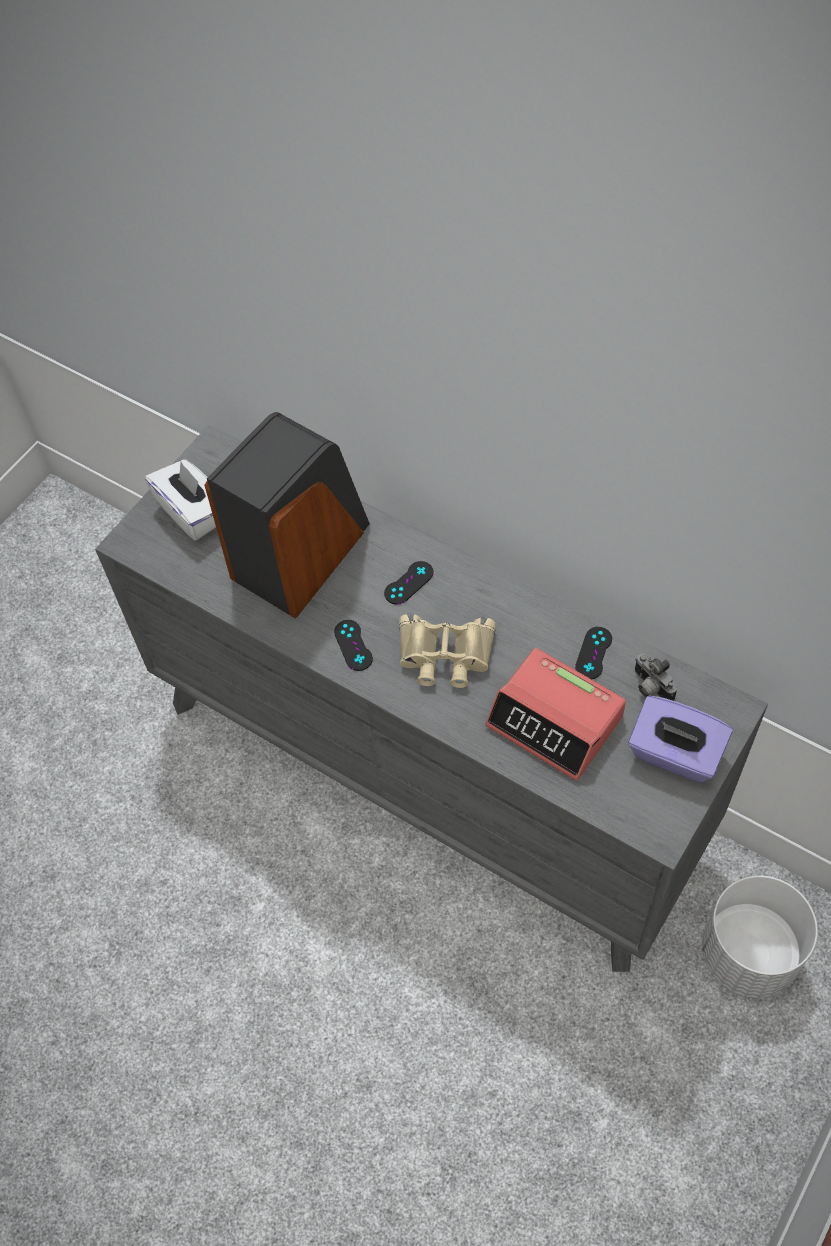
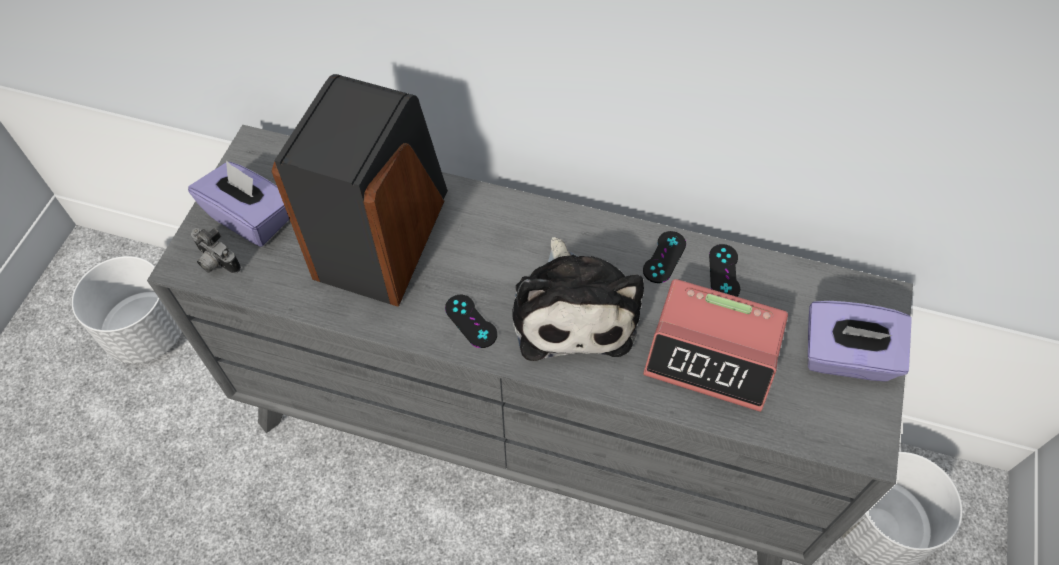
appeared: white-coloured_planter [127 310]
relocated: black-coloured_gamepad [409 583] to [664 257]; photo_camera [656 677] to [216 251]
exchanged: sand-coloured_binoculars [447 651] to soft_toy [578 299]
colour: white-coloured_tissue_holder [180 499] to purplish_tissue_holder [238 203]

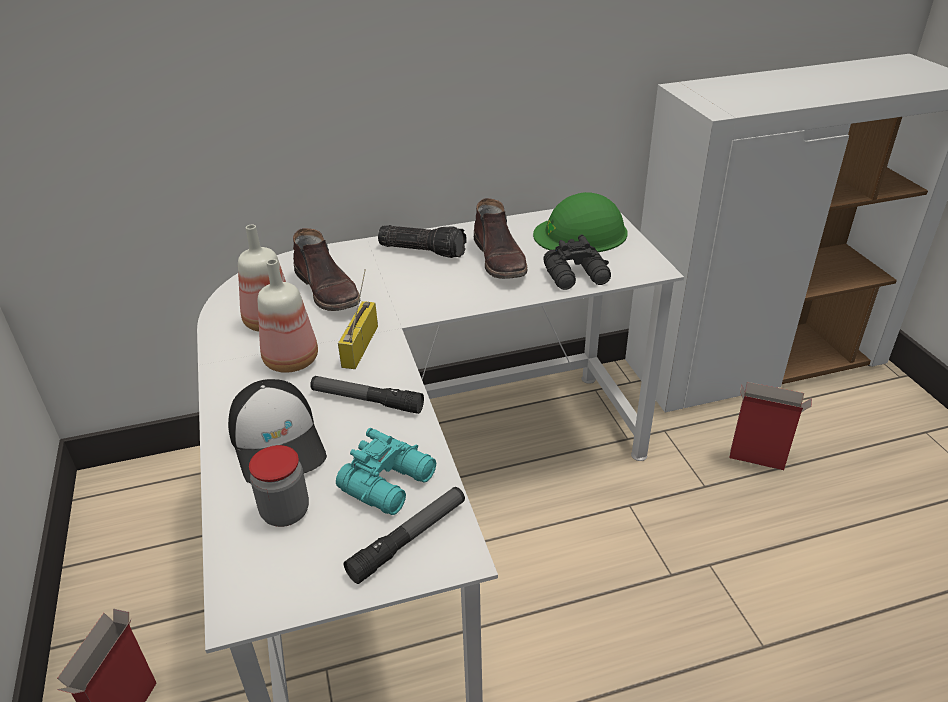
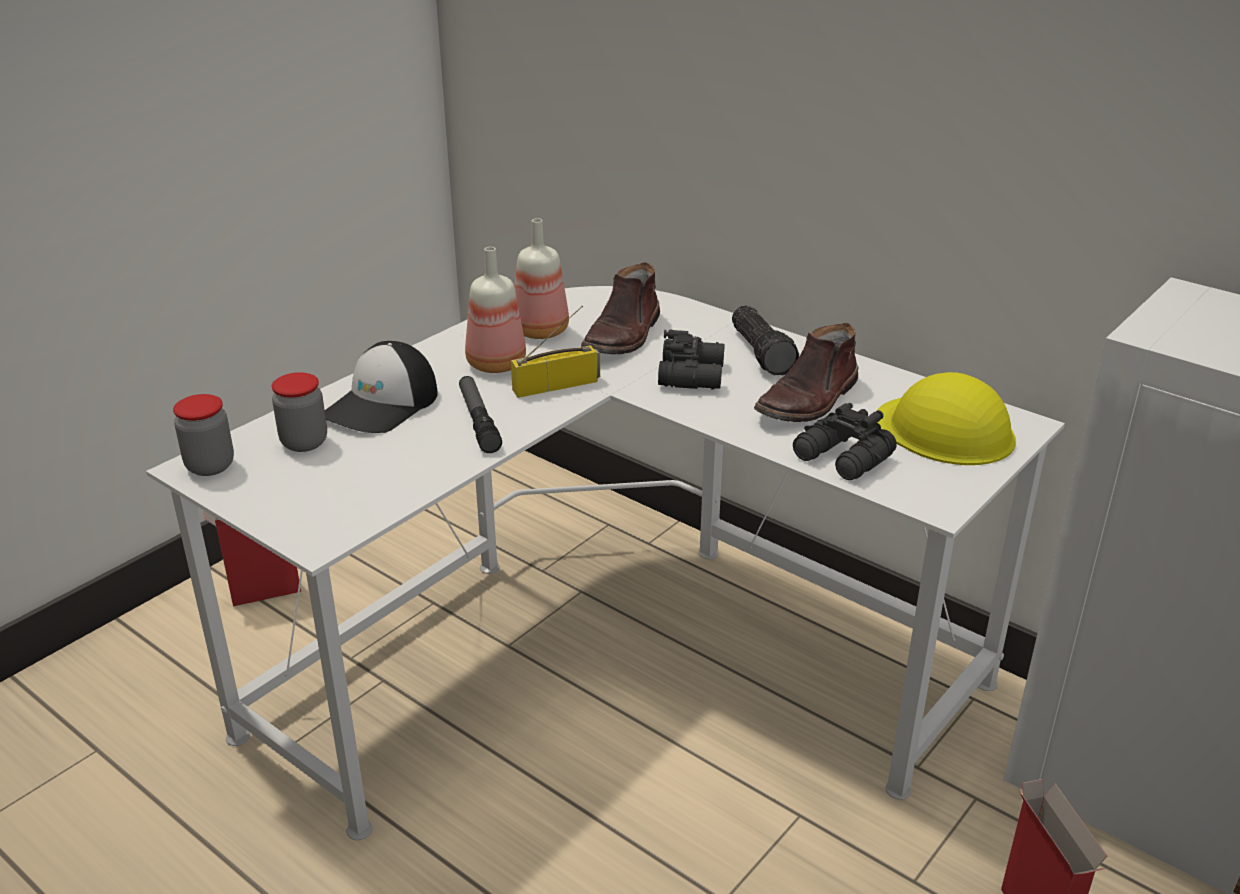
missing: turquoise-coloured_binoculars [386 471]; hand_torch [404 535]
appeared: black-coloured_binoculars [691 359]; storage_jar [203 435]
colour: greenish_hard_hat [580 222] to yellowish_hard_hat [946 418]

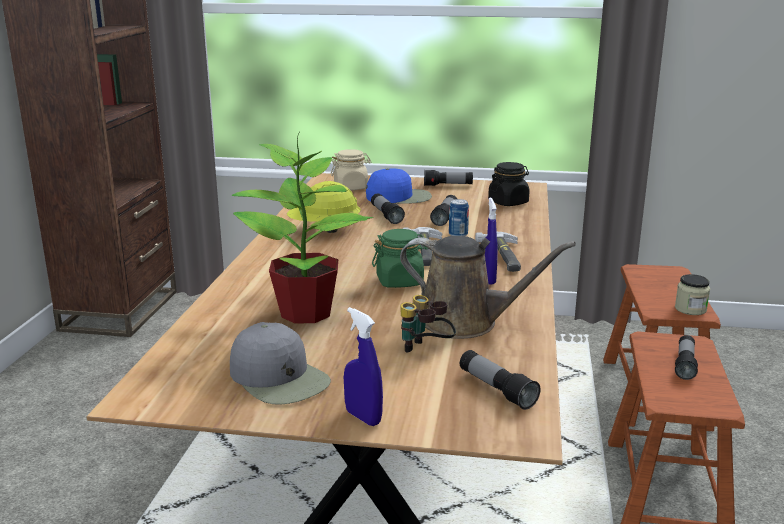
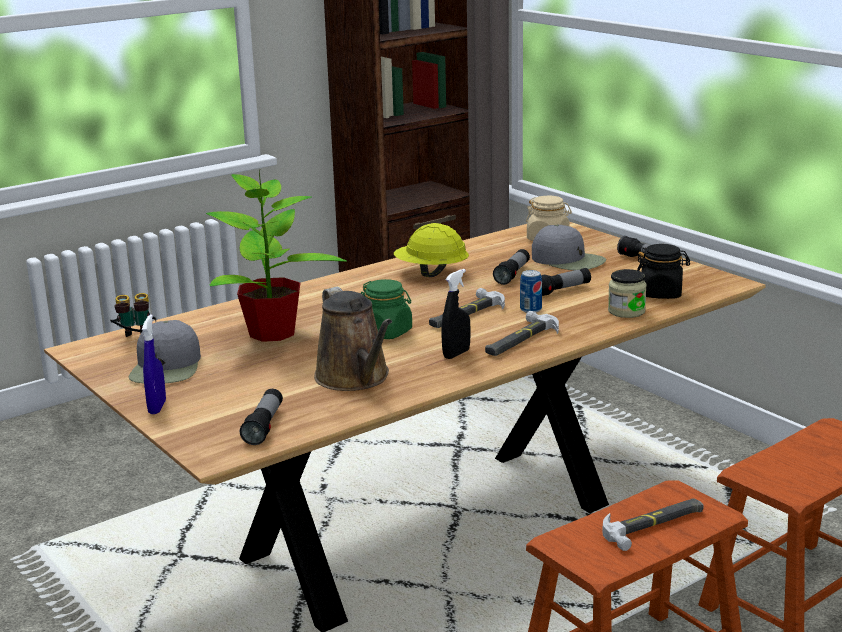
relocated: storage_jar [692 294] to [627 293]; binoculars [428 324] to [133 315]
exchanged: hand_torch [686 357] to hammer [653 524]
colour: blue-coloured_baseball_cap [399 186] to gray_baseball_cap [569 247]; blue-coloured_spray_bottle [491 241] to black-coloured_spray_bottle [456 314]

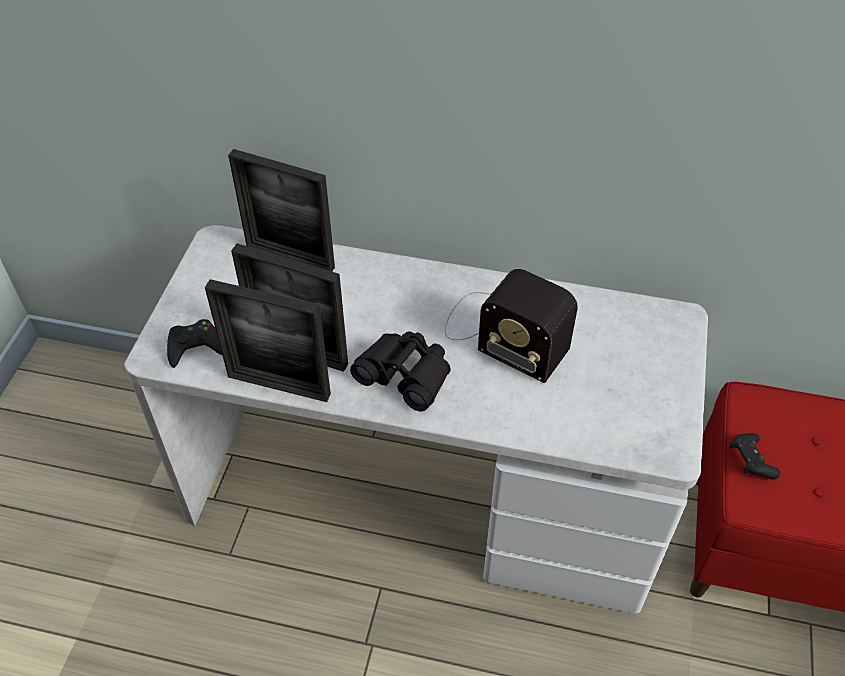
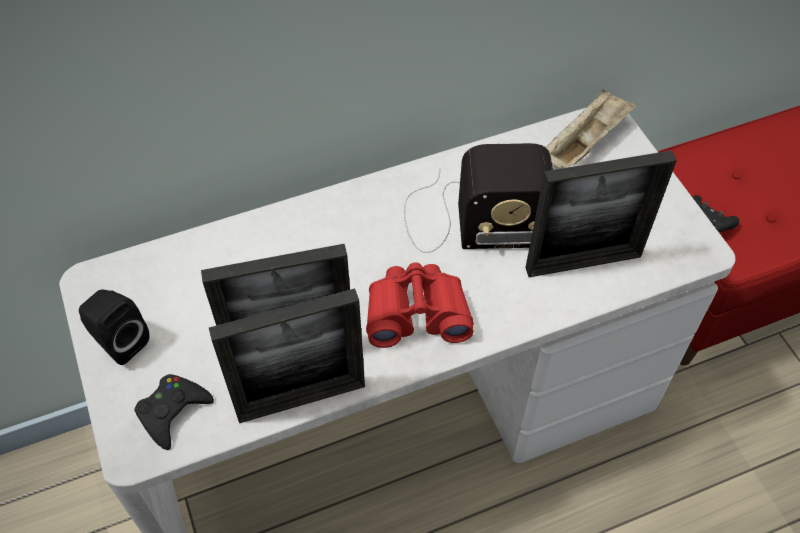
appeared: sand-coloured_carrying_tray [591 129]; black-coloured_loudspeaker [114 327]
relocated: photo_frame [281 210] to [601 213]
colour: black-coloured_binoculars [400 371] to reddish_binoculars [420 305]

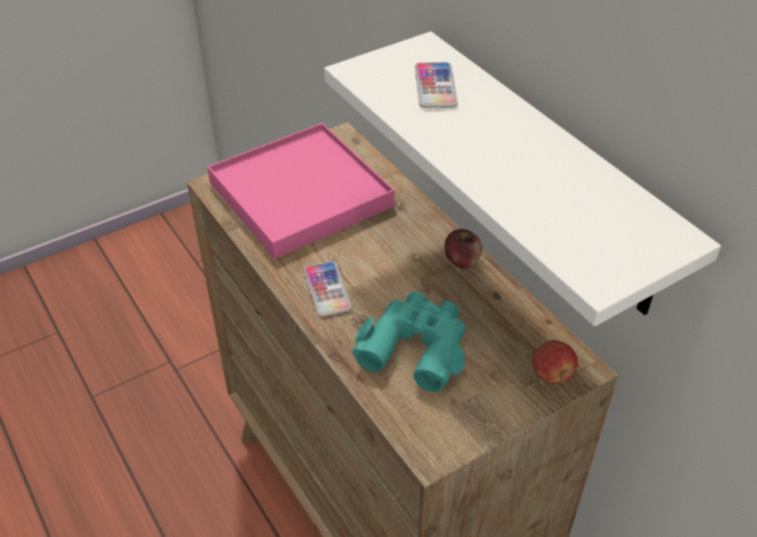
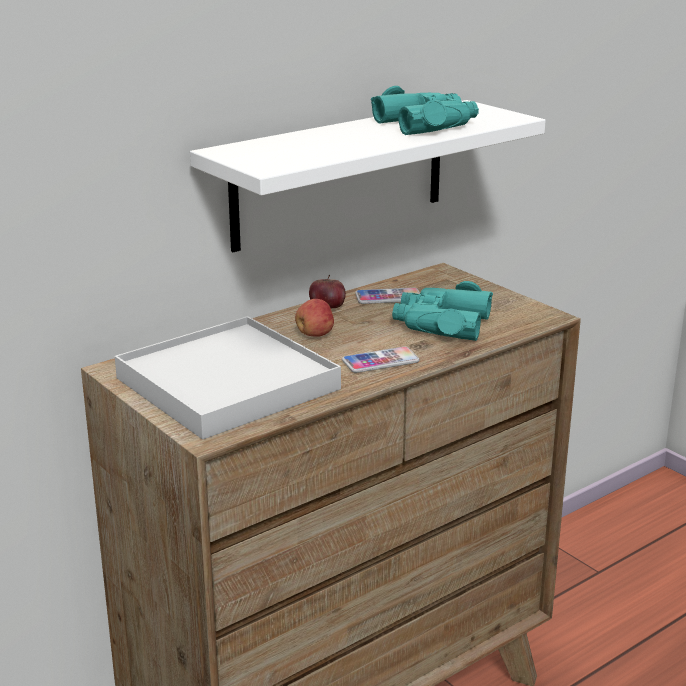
appeared: turquoise-coloured_binoculars [425 110]
relocated: telephone [436 85] to [387 296]; apple_fruit [555 362] to [314 318]
colour: pink-coloured_carrying_tray [301 191] to white-coloured_carrying_tray [228 378]

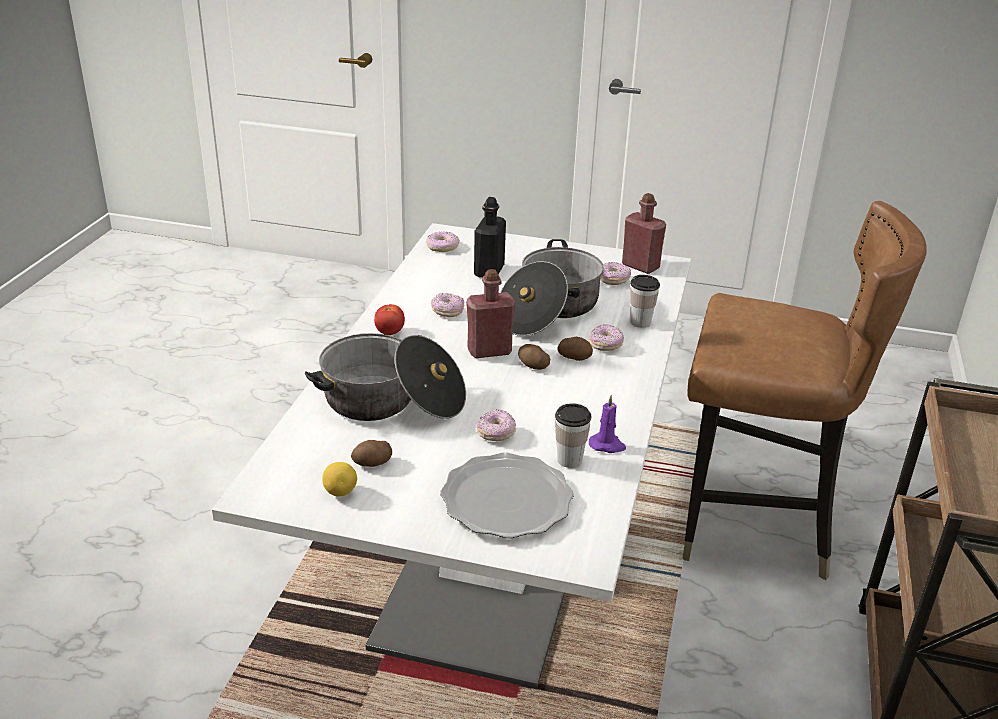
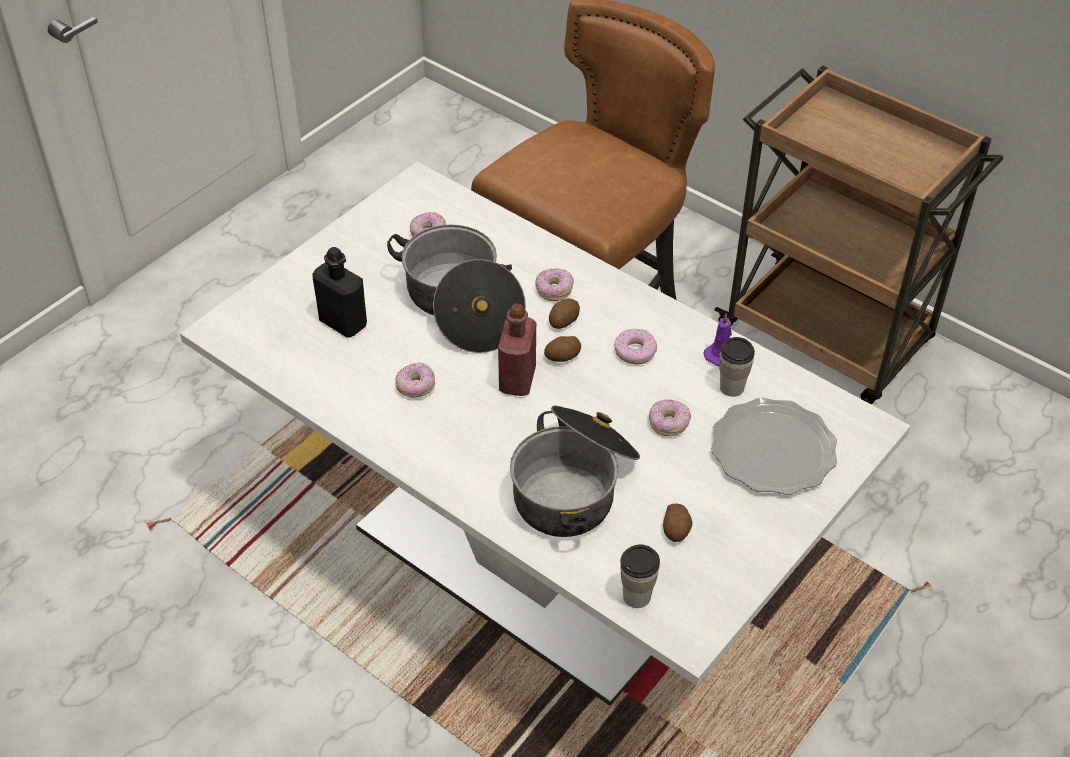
missing: reddish_beverage_bottle [644 233]; whole_tomato [389 319]; lemon [339 479]
relocated: ring_doughnut [443 242] to [635 347]; drinking_cup [645 301] to [640 576]

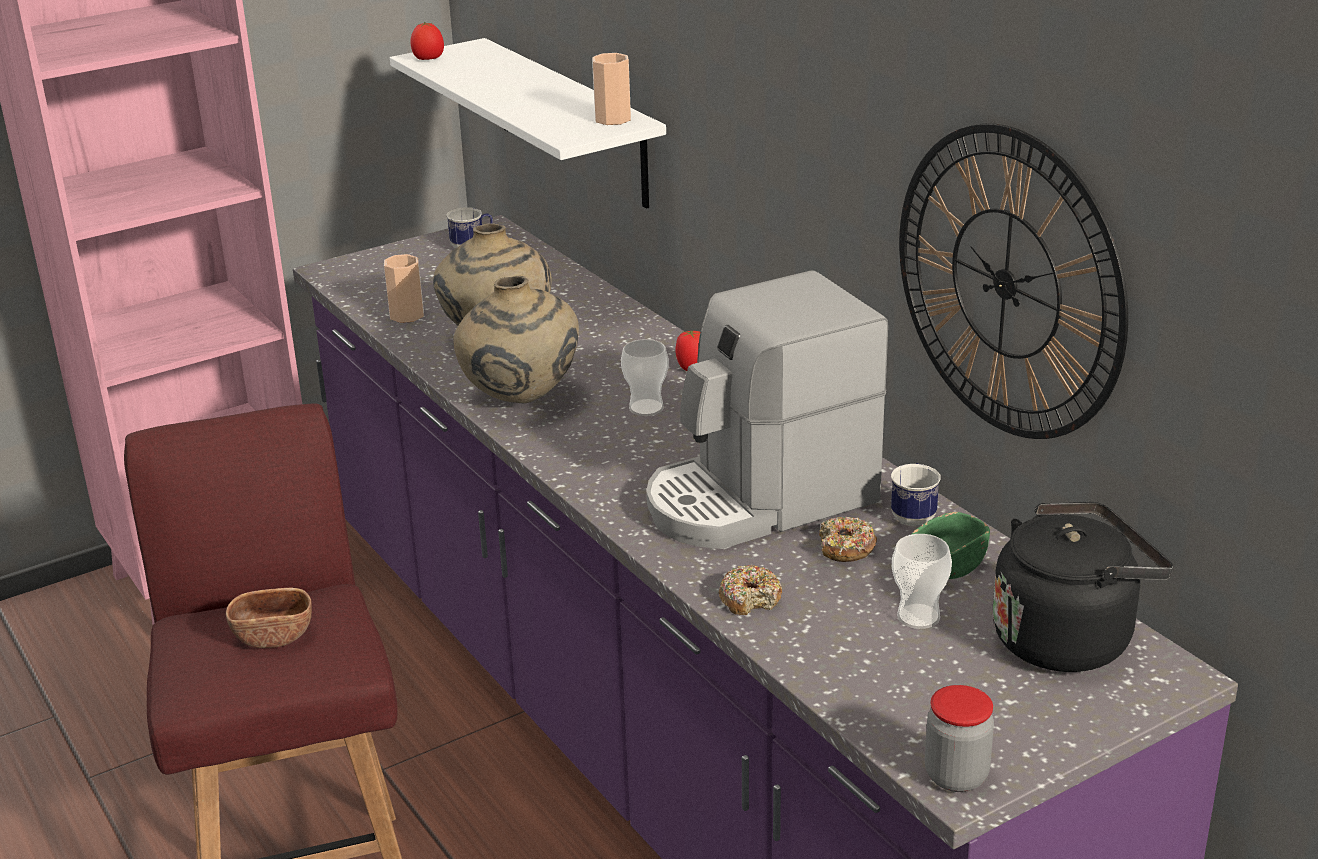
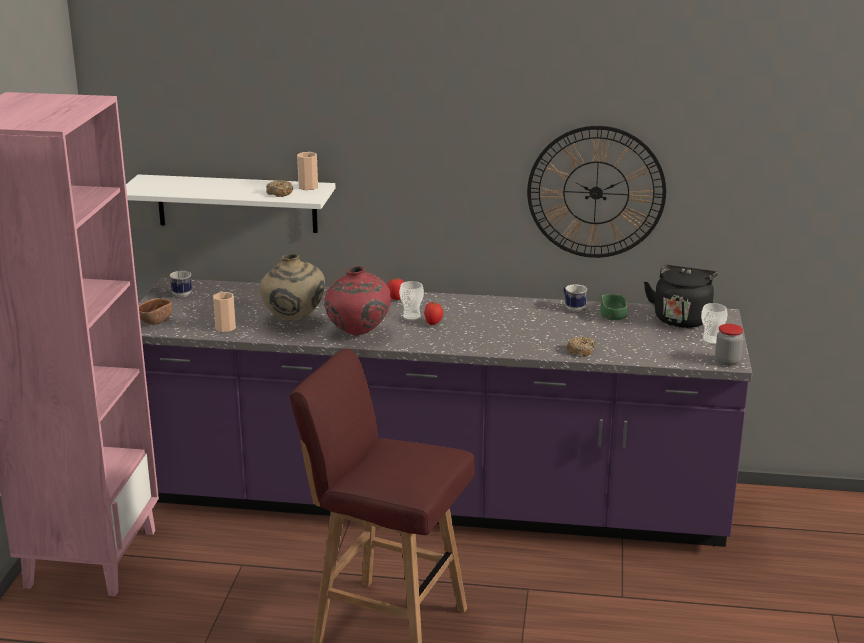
missing: coffee_machine [767 410]
relocated: whole_tomato [427 41] to [434 313]; ring_doughnut [848 539] to [279 188]; drinking_cup [922 581] to [714 323]; brown-coloured_bowl [269 617] to [155 311]
colour: sand-coloured_decorative_vase [516 340] to reddish_decorative_vase [357 301]

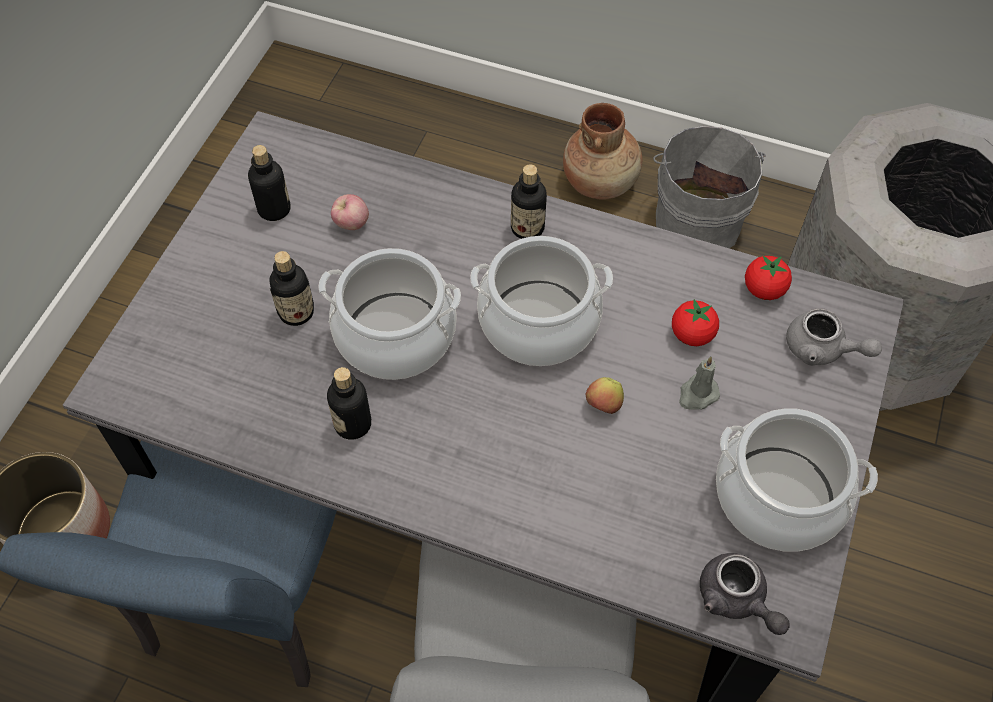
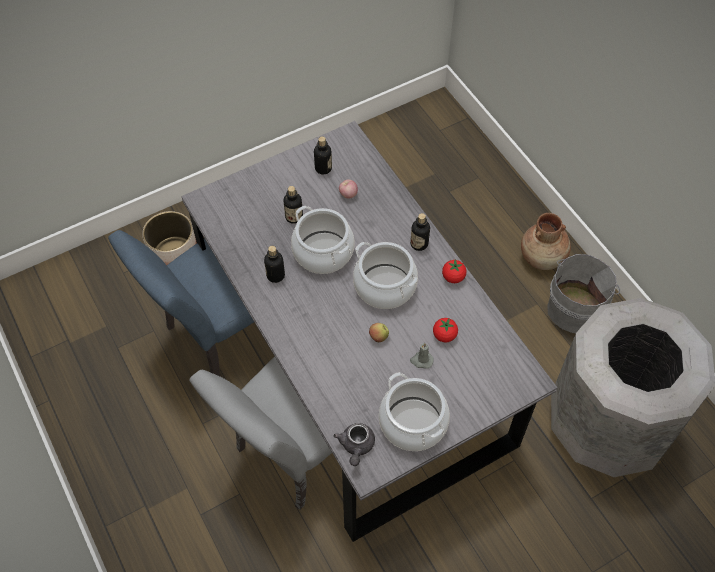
missing: gray_pot_for_tea [834 337]
relocated: whole_tomato [768 278] to [454 271]

